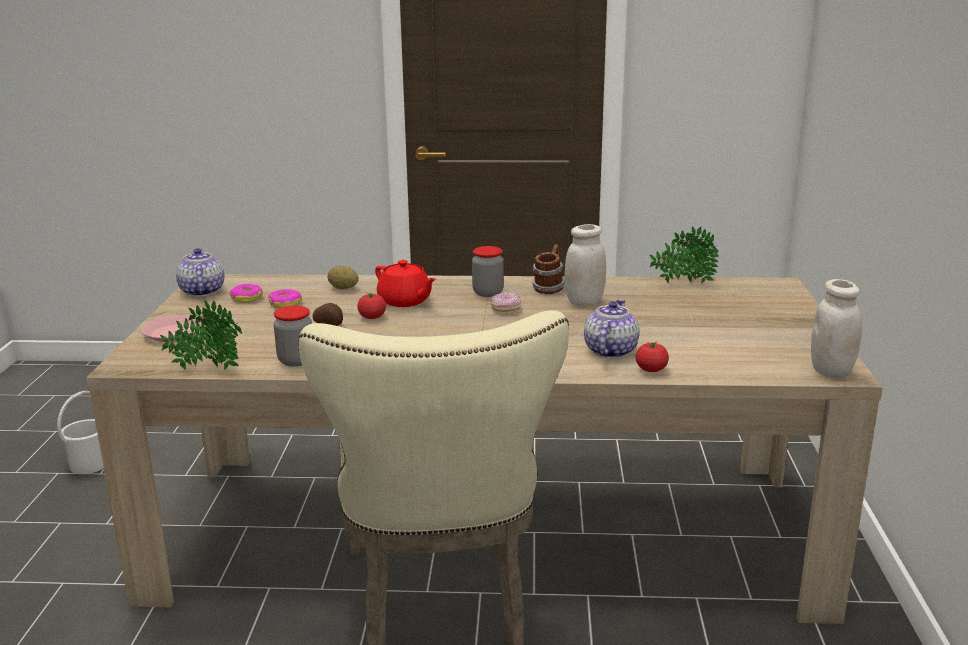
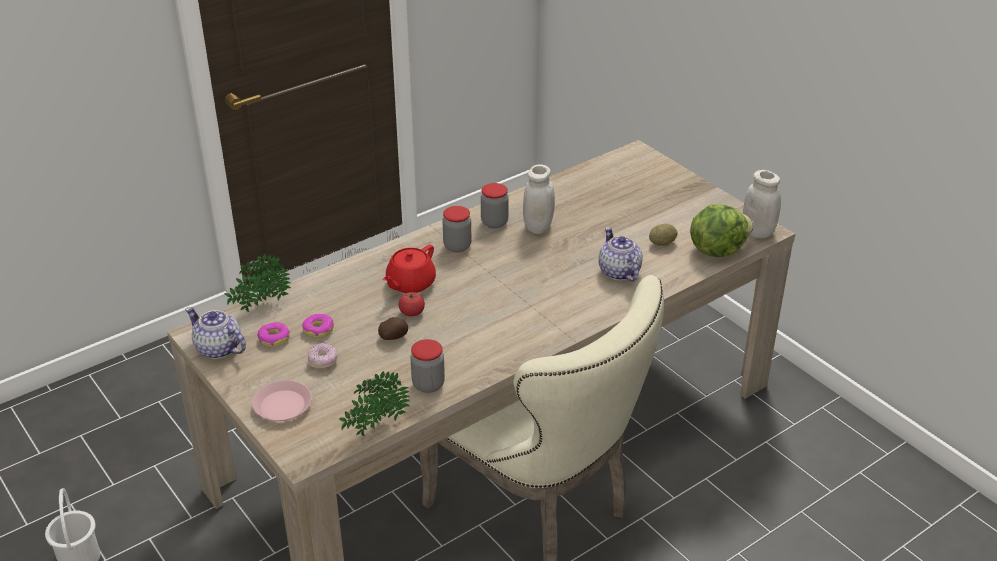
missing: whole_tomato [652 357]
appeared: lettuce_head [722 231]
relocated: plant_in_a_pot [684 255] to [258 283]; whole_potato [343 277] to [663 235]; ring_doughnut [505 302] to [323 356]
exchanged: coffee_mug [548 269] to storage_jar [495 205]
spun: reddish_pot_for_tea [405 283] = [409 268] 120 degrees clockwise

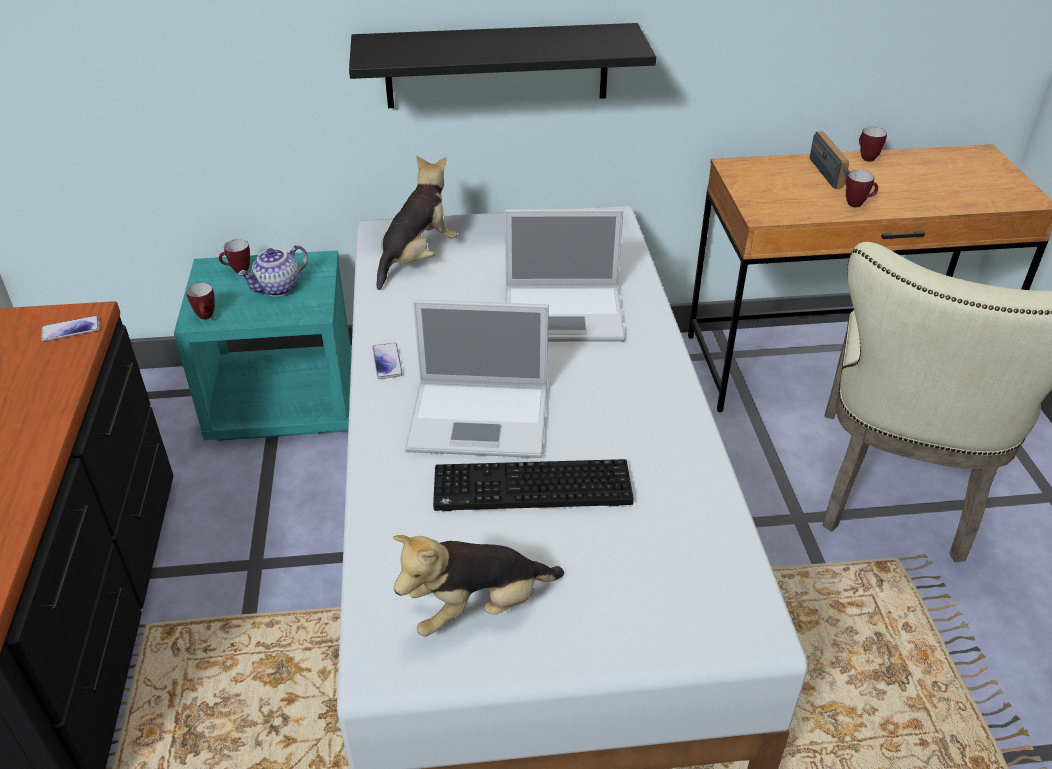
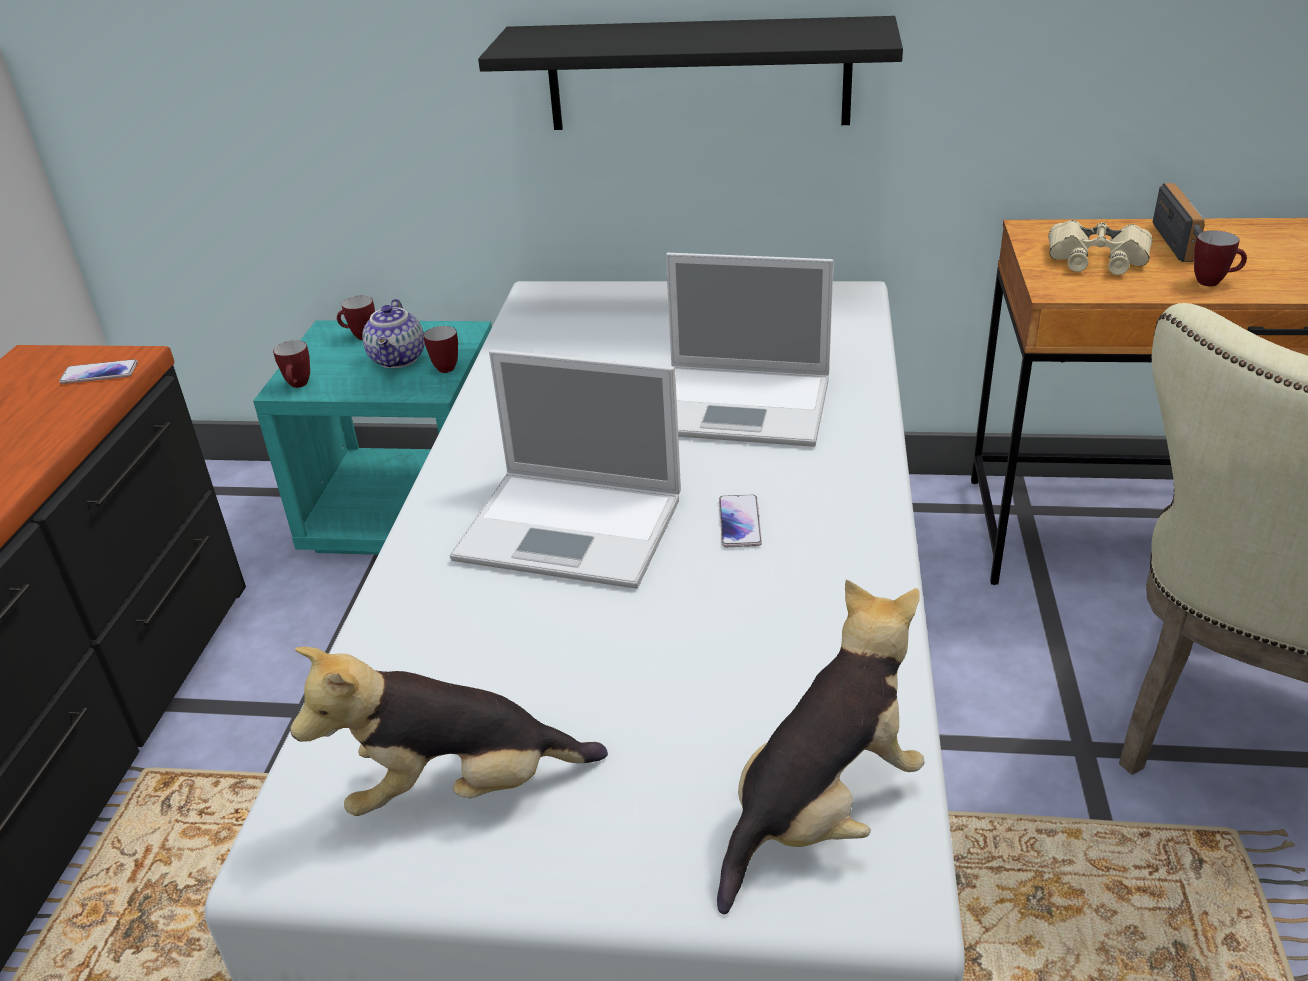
missing: computer_keyboard [533 485]
appeared: sand-coloured_binoculars [1100 247]
relocated: coffee_mug [873 144] to [441 349]; soft_toy [416 223] to [821 747]; telephone [387 361] to [740 521]
spun: pot_for_tea [273 271] = [393 333] 60 degrees counterclockwise

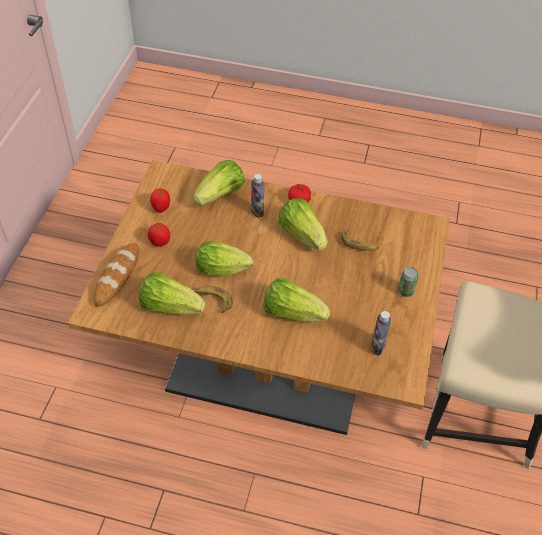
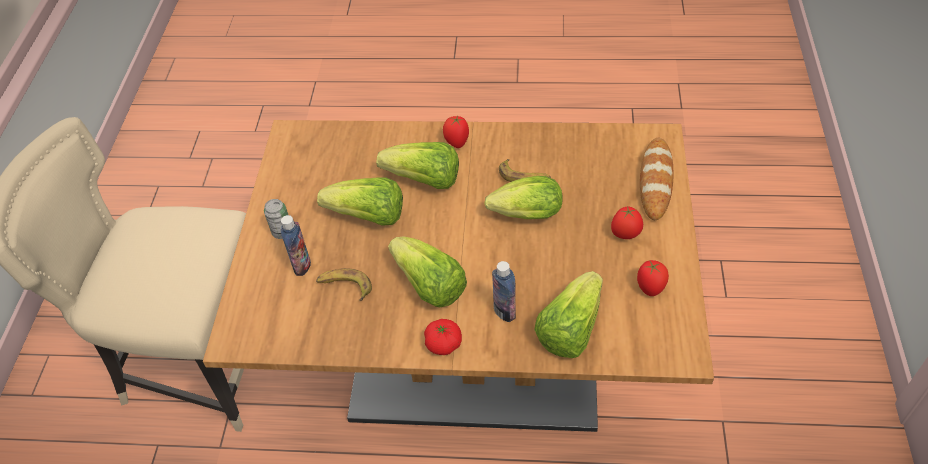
appeared: whole_tomato [456 131]
relocated: lettuce_head [172 293] to [360 201]; beverage_bottle [381 333] to [296 245]

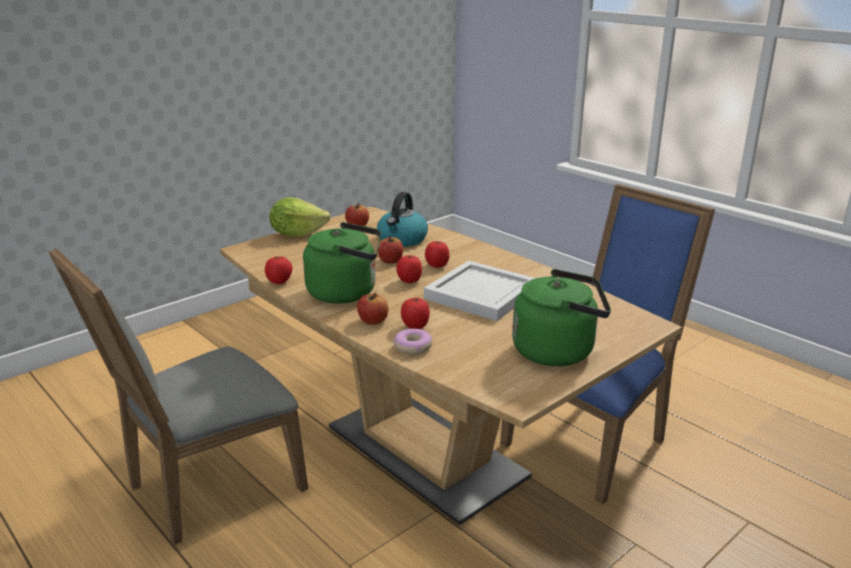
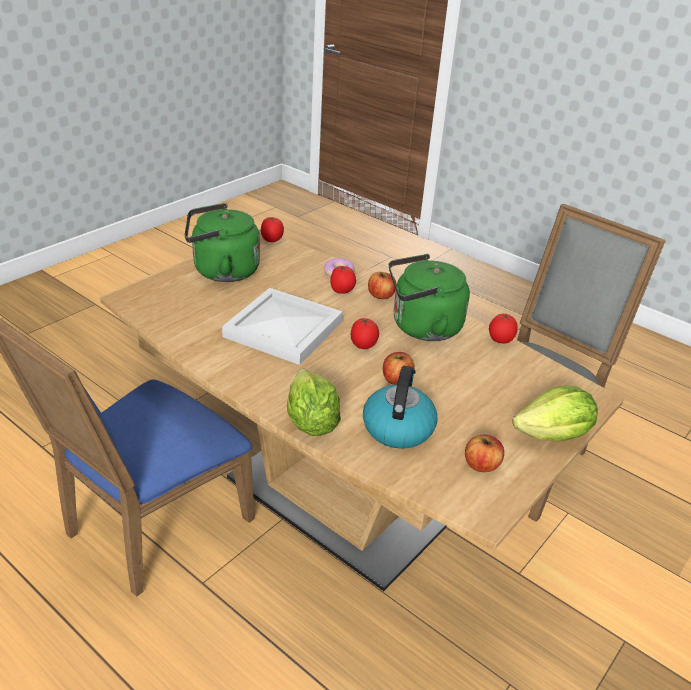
appeared: lettuce_head [314 402]
relocated: whole_tomato [437 254] to [272 229]

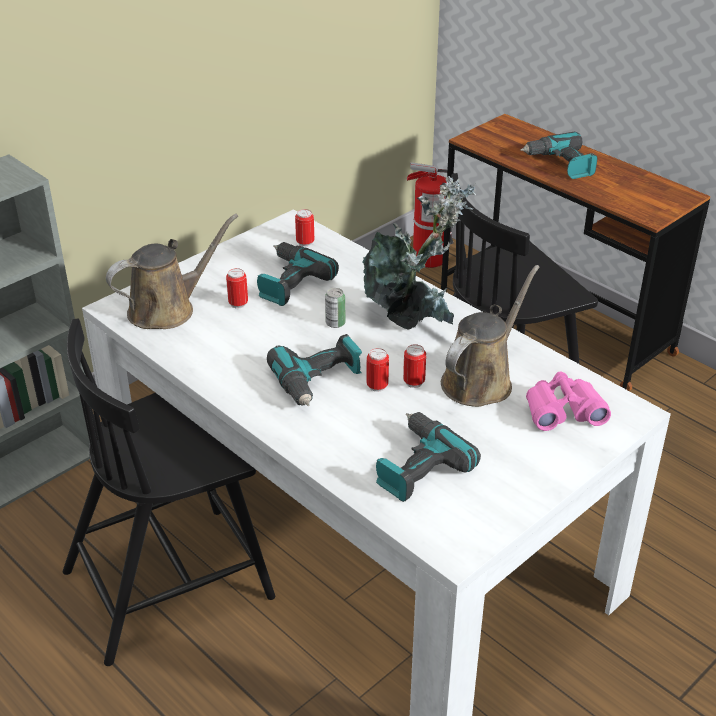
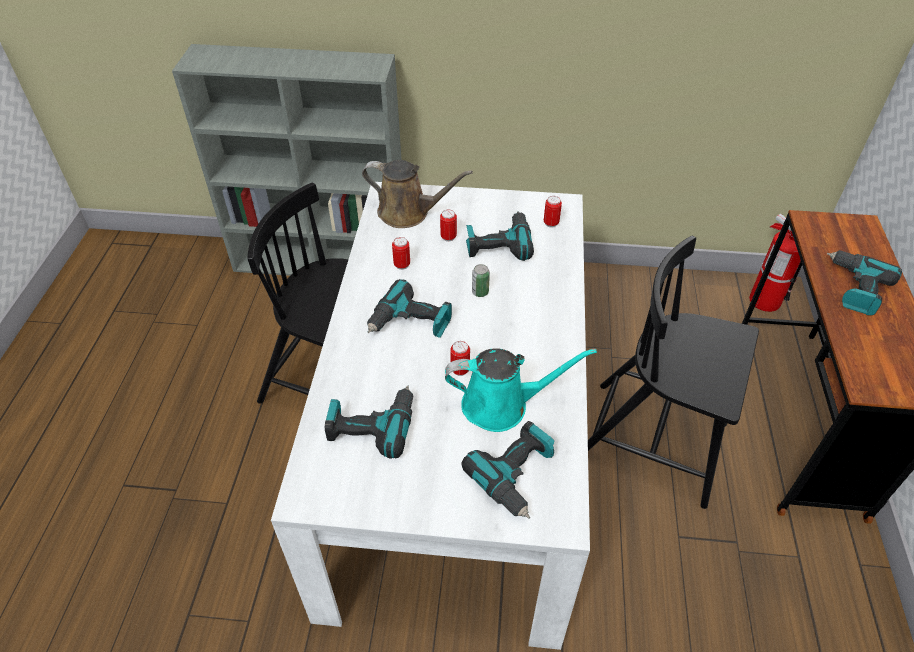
missing: plant_in_a_pot [419 252]
relocated: metal_can [377 370] to [401 253]
exchanged: pink-coloured_binoculars [568 401] to power_drill [508 470]
colour: brown-coloured_sprinkling_can [490 336] to turquoise-coloured_sprinkling_can [521 390]

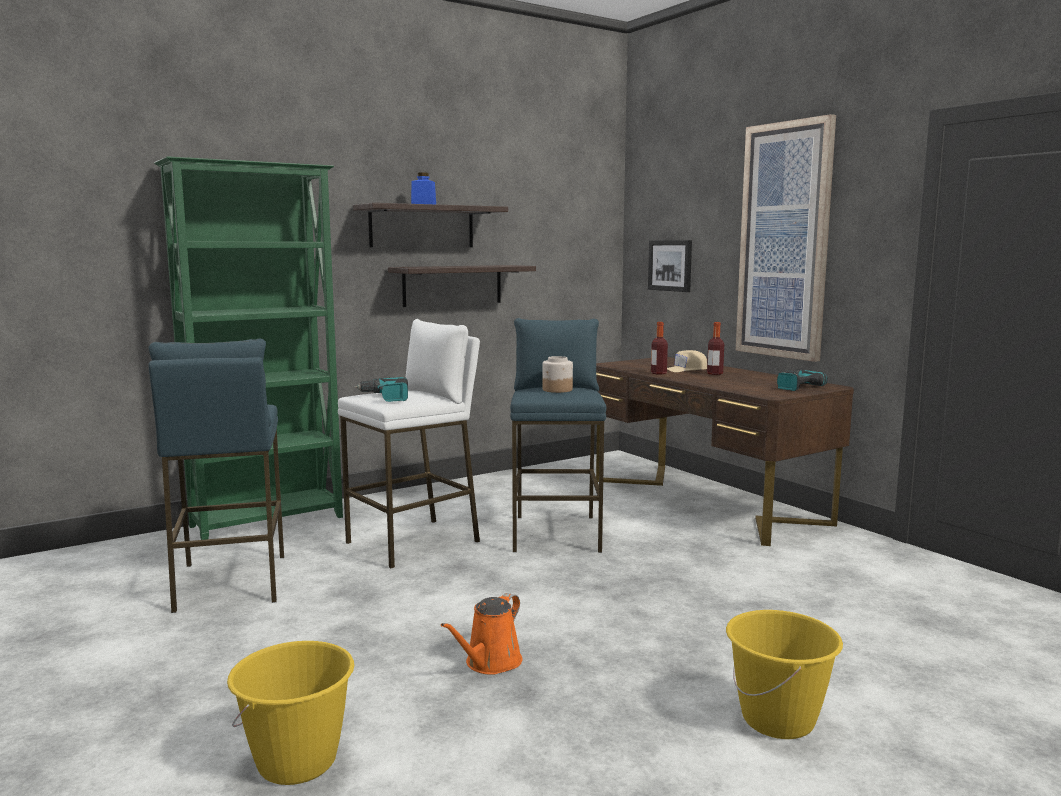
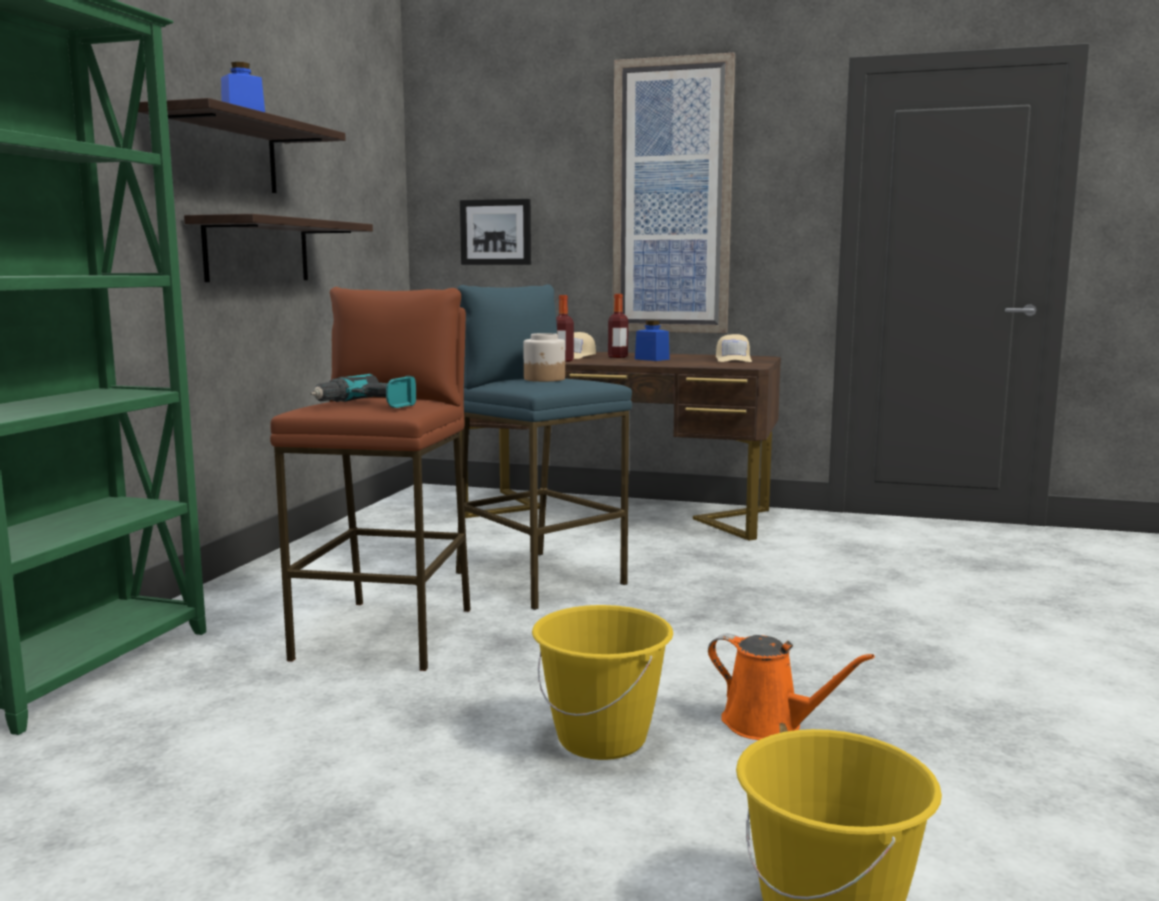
missing: blue-coloured_stool_seat [216 476]
appeared: blue-coloured_storage_jar [652 340]
relocated: yellowish_bucket [784 674] to [602 682]
exchanged: power_drill [802 380] to sand-coloured_baseball_cap [734 348]
colour: white-coloured_stool_seat [409 444] to brown-coloured_stool_seat [370 479]
spun: orange-coloured_sprinkling_can [482 634] = [791 686] 45 degrees counterclockwise

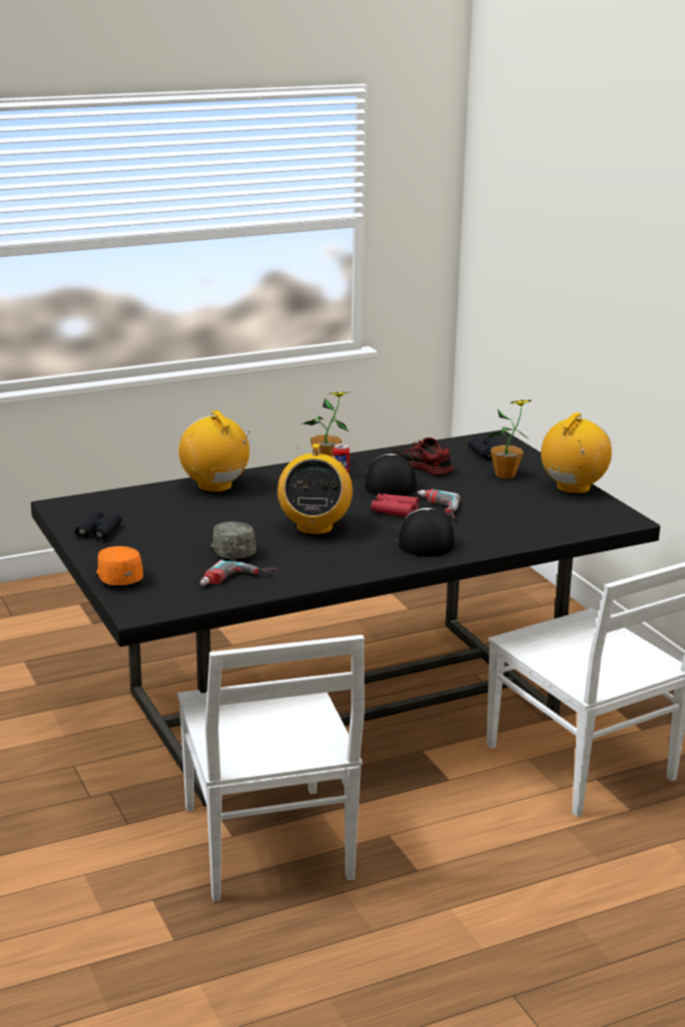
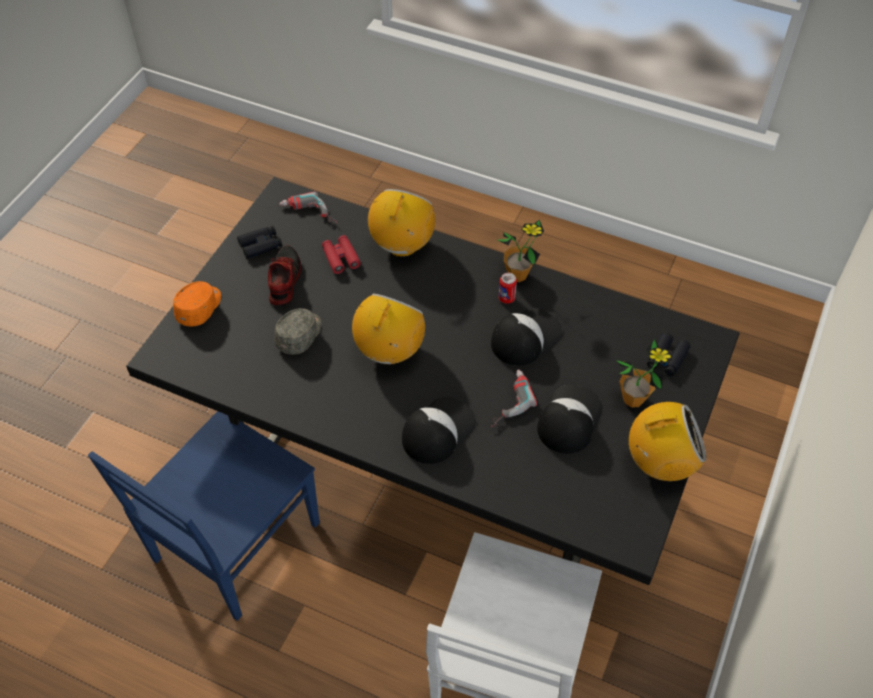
appeared: baseball_cap [570 419]
relocated: item_of_footwear [423 456] to [284 275]; reddish_binoculars [395 505] to [341 254]; power_drill [239 573] to [308 207]
colour: white-coloured_upright_chair [271 768] to blue-coloured_upright_chair [204 516]
spun: radio_receiver [315 489] = [388 329] 150 degrees clockwise

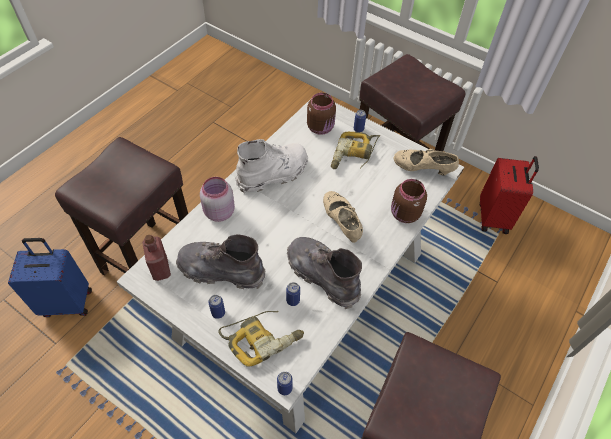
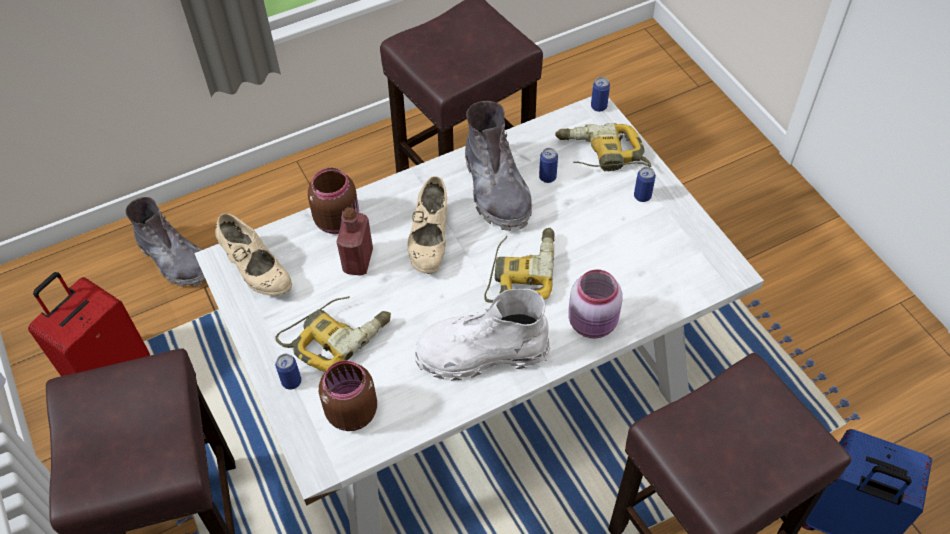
appeared: power_drill [519 265]
relocated: gray_boot [220 261] to [165 242]; reddish_beverage_bottle [156 258] to [354 241]

